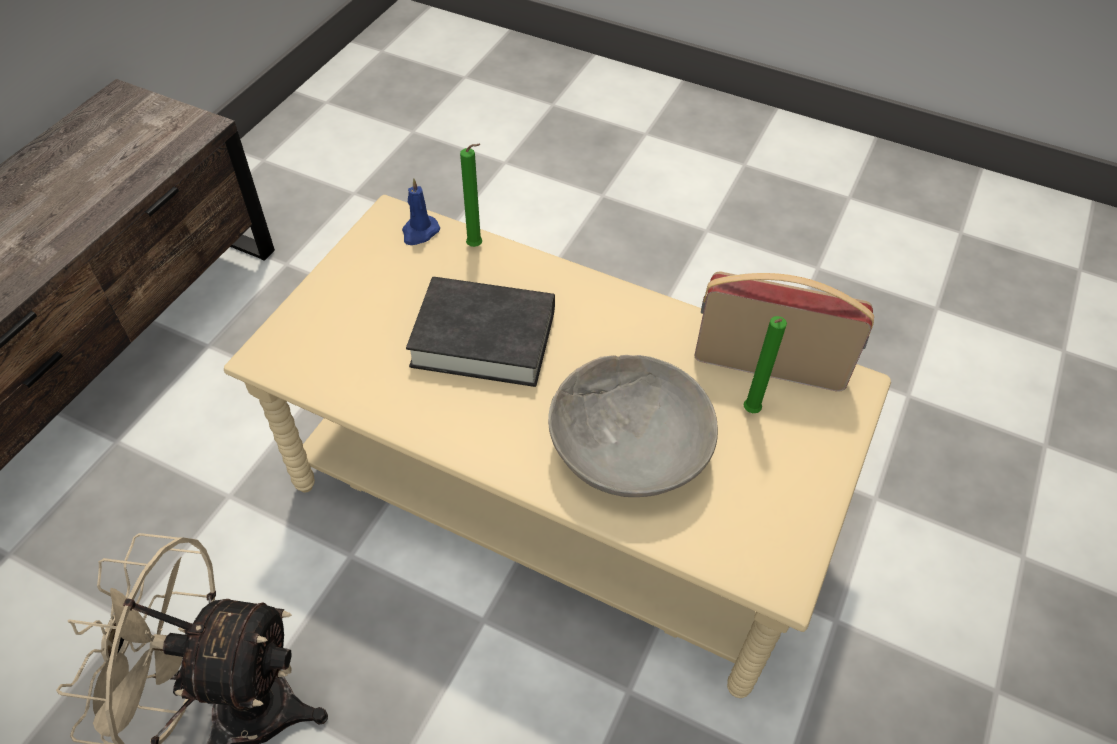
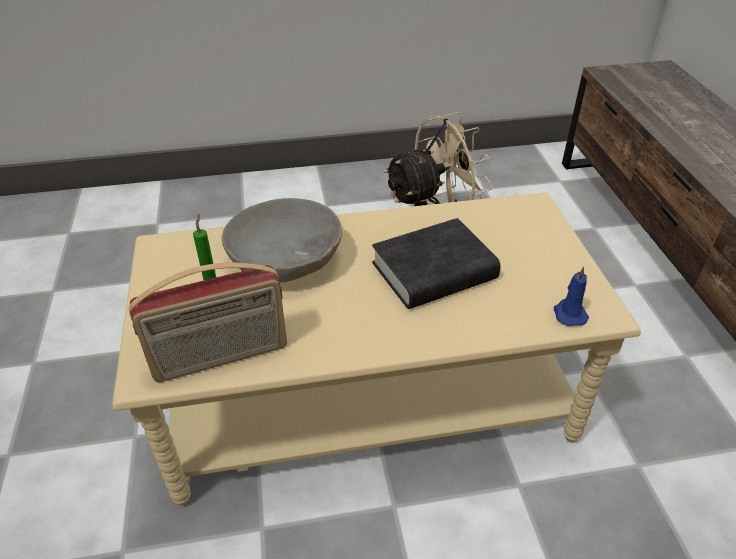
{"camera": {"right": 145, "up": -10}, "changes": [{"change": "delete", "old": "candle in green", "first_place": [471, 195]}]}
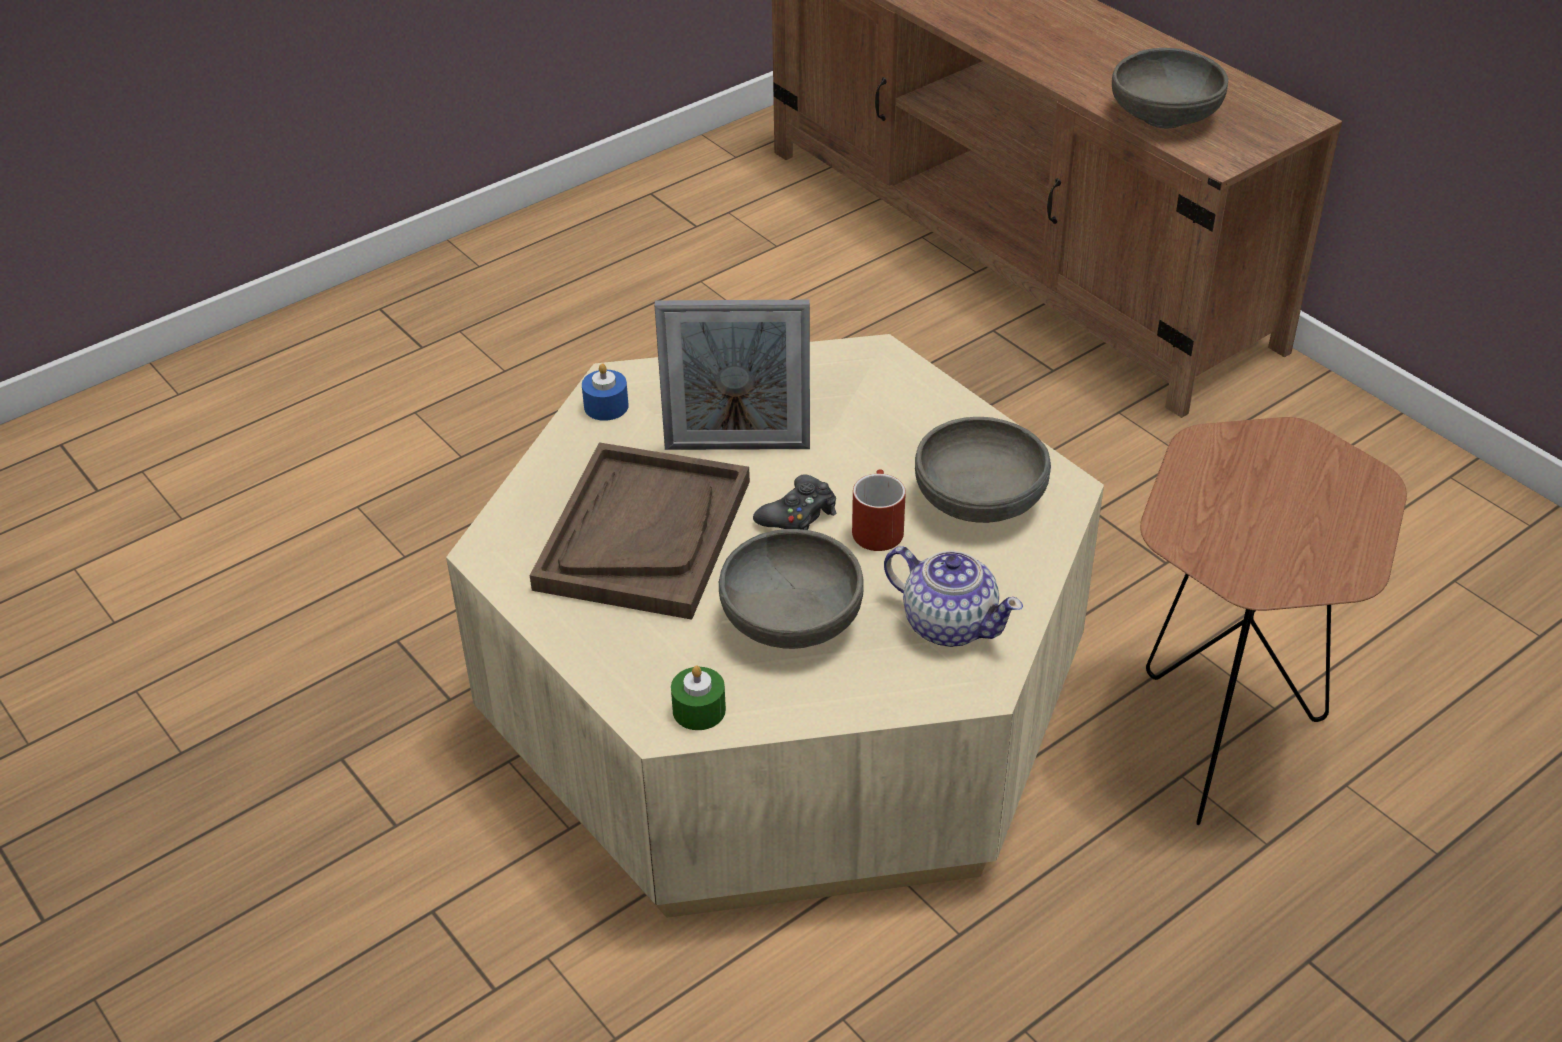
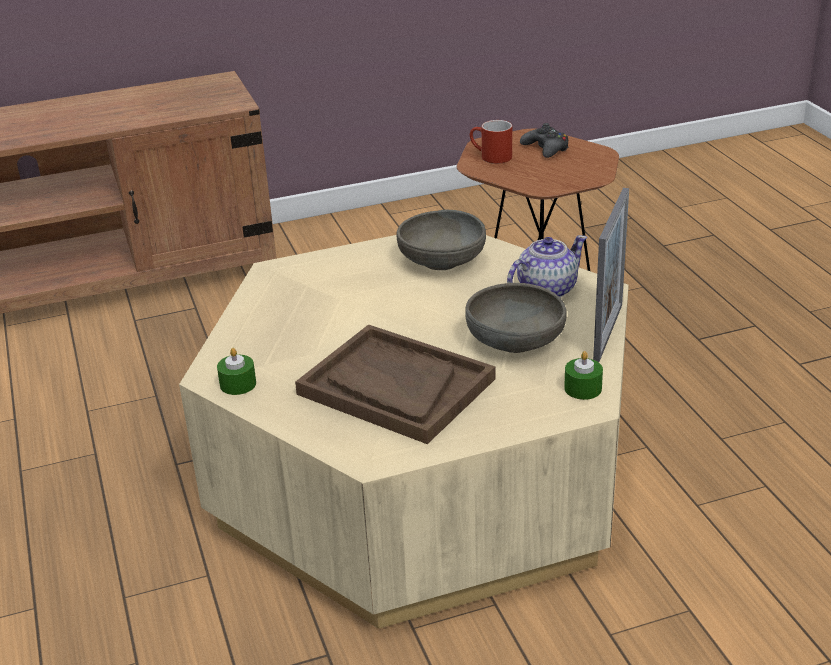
{"camera": {"right": -70, "up": -10}, "changes": [{"change": "recolor", "old": "candle in blue", "new": "candle in green", "first_place": [605, 392], "second_place": [236, 371]}, {"change": "move", "old": "picture frame", "first_place": [732, 375], "second_place": [611, 275]}, {"change": "move", "old": "game controller in black", "first_place": [794, 502], "second_place": [544, 140]}, {"change": "move", "old": "mug in red", "first_place": [879, 510], "second_place": [491, 142]}, {"change": "delete", "old": "bowl in grey", "first_place": [1170, 88]}]}
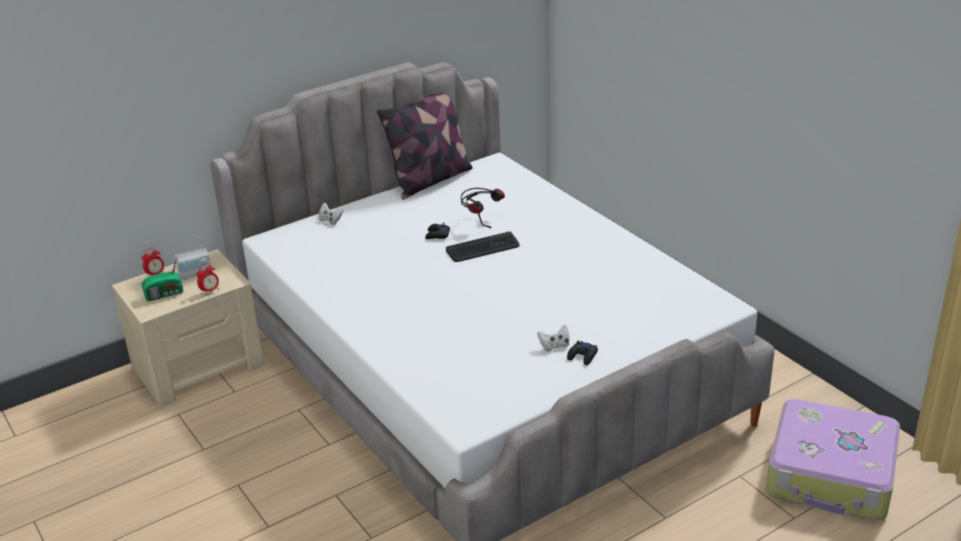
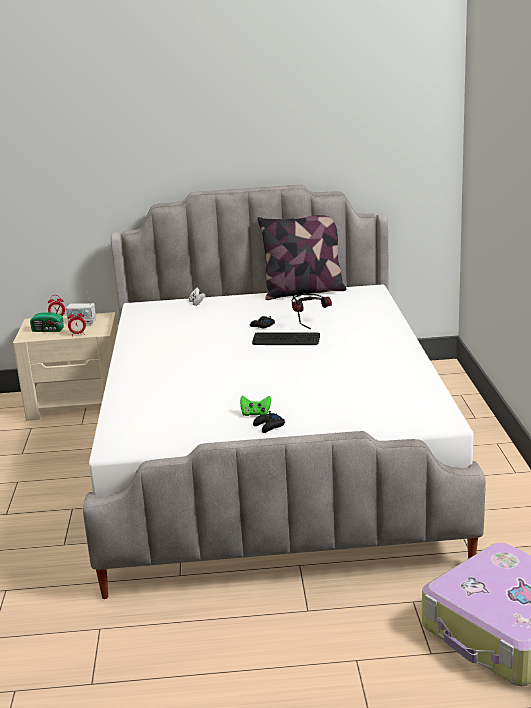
{"camera": {"right": 30, "up": -10}, "changes": [{"change": "recolor", "old": "game controller in white", "new": "game controller in green", "first_place": [553, 338], "second_place": [255, 405]}]}
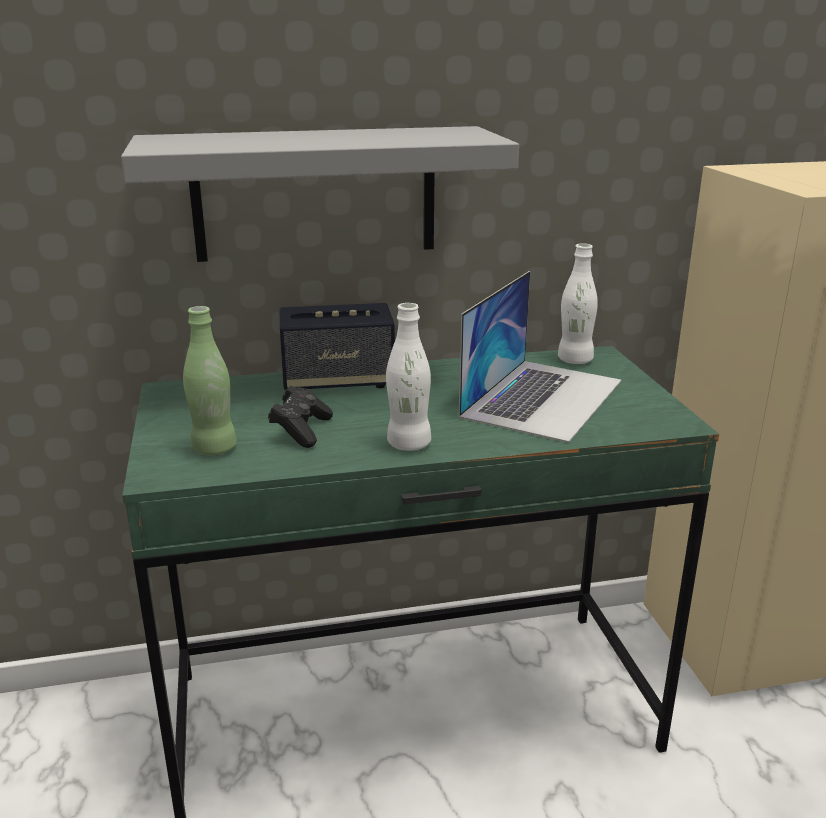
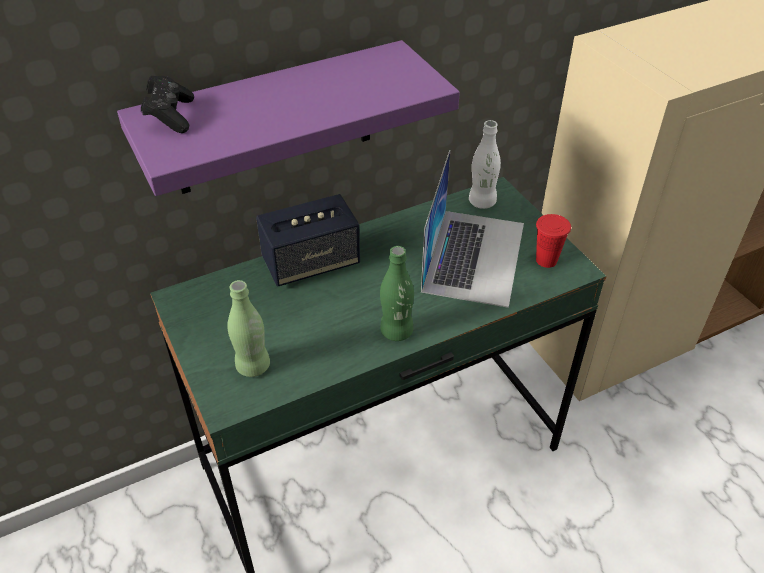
{"camera": {"right": -15, "up": 20}, "changes": [{"change": "recolor", "old": "shelf in grey", "new": "shelf in purple", "first_place": [320, 194], "second_place": [288, 118]}, {"change": "move", "old": "game controller in black", "first_place": [300, 417], "second_place": [167, 104]}, {"change": "recolor", "old": "bottle in white", "new": "bottle in green", "first_place": [408, 377], "second_place": [397, 293]}, {"change": "insert", "new": "cup in red", "second_place": [553, 241]}]}
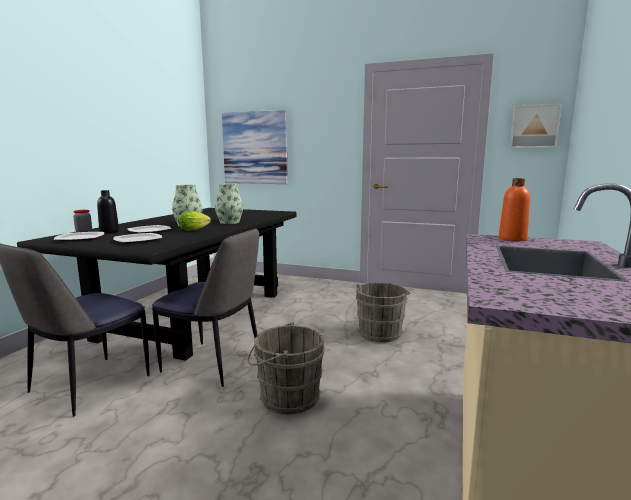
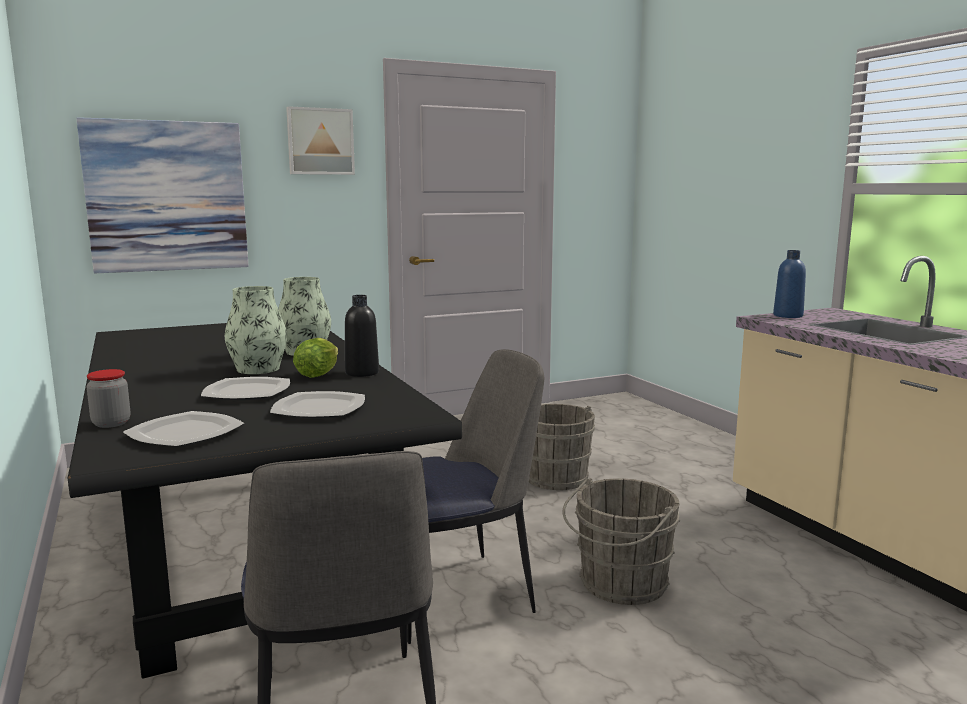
{"camera": {"right": -45, "up": 0}, "changes": [{"change": "move", "old": "bottle in black", "first_place": [108, 212], "second_place": [362, 336]}, {"change": "recolor", "old": "bottle in orange", "new": "bottle in blue", "first_place": [514, 209], "second_place": [789, 284]}, {"change": "move", "old": "picture", "first_place": [536, 125], "second_place": [320, 140]}]}
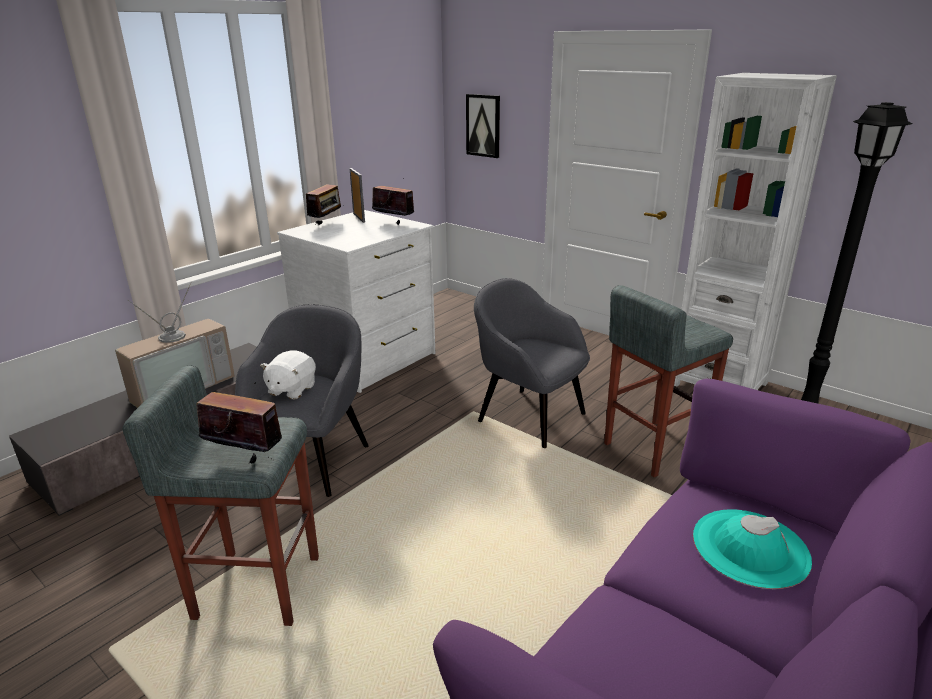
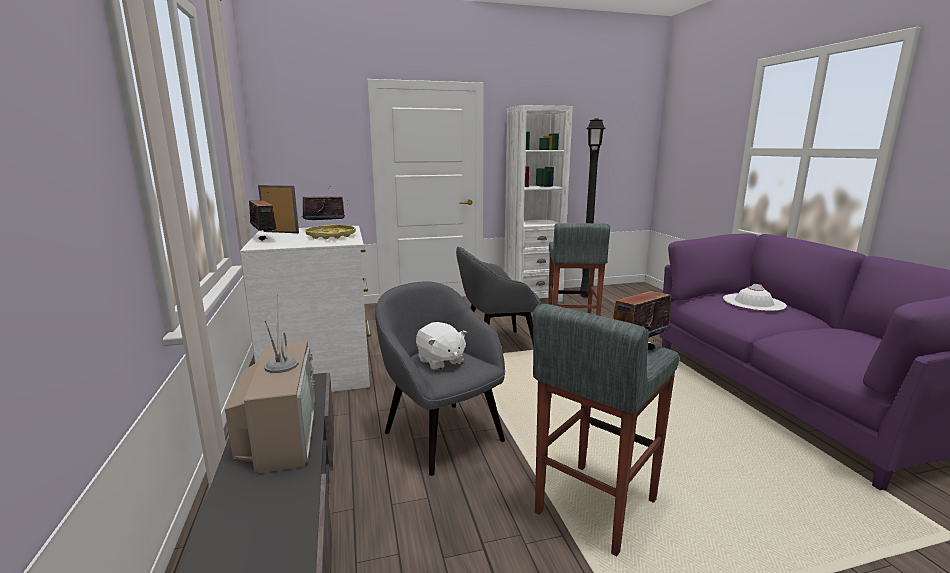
{"camera": {"right": -55, "up": -10}, "changes": [{"change": "delete", "old": "picture", "first_place": [483, 126]}, {"change": "recolor", "old": "hat in turquoise", "new": "hat in white", "first_place": [752, 549], "second_place": [755, 297]}, {"change": "insert", "new": "tray in yellow", "second_place": [331, 232]}]}
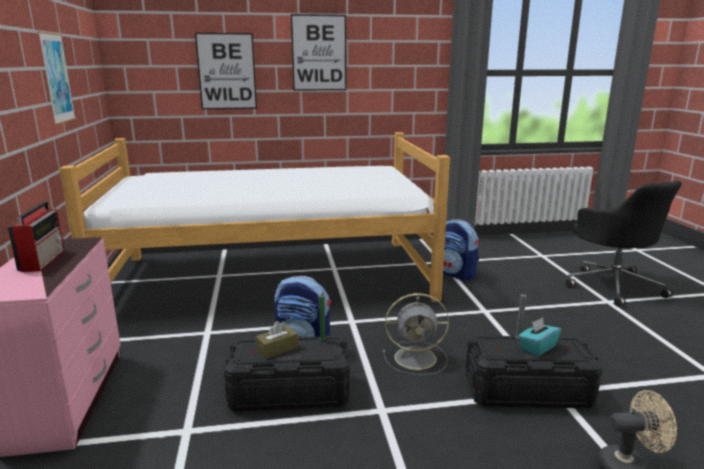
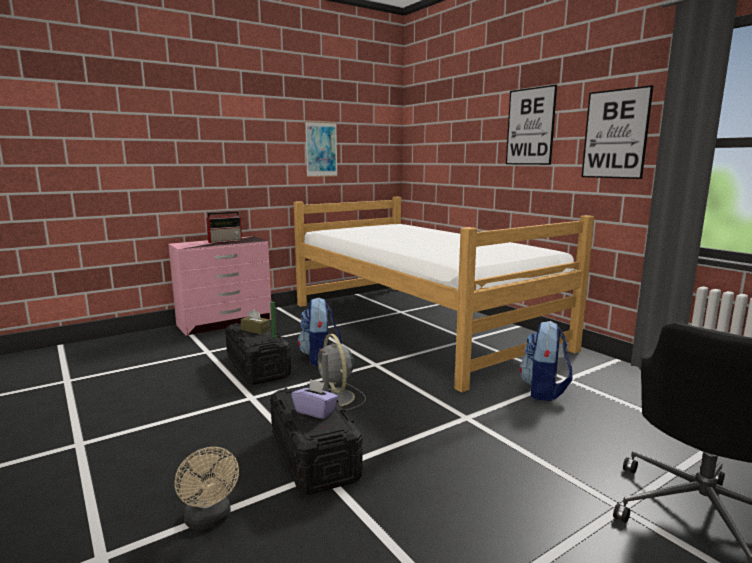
{"camera": {"right": 65, "up": -5}, "changes": [{"change": "move", "old": "picture", "first_place": [226, 71], "second_place": [617, 132]}, {"change": "recolor", "old": "tissue box in turquoise", "new": "tissue box in purple", "first_place": [539, 337], "second_place": [314, 399]}]}
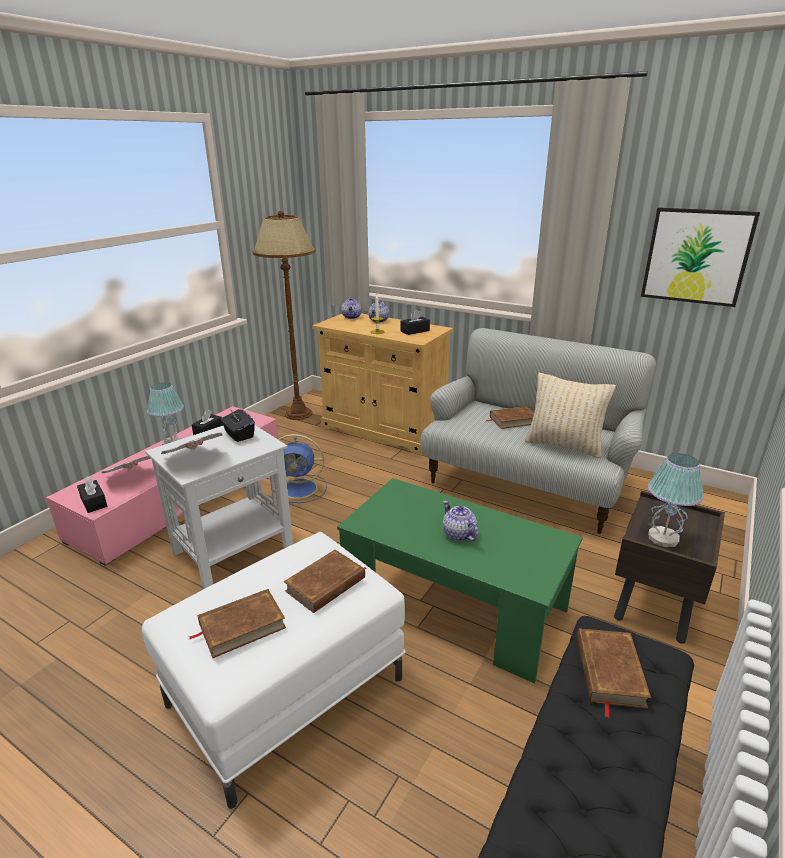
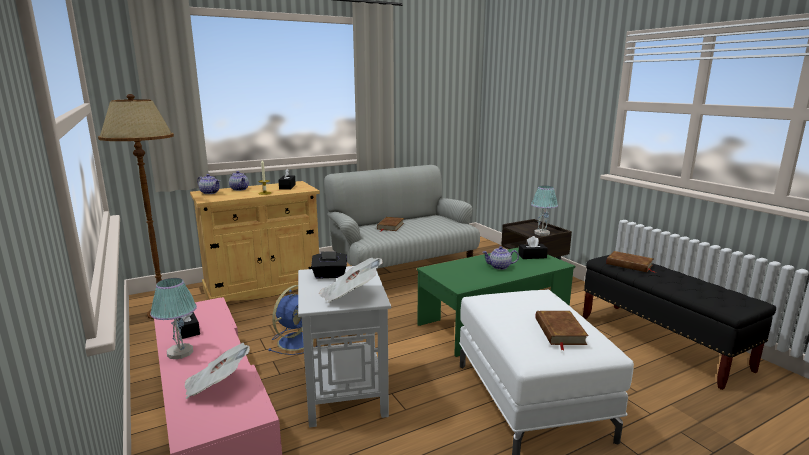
{"camera": {"right": -60, "up": -10}, "changes": [{"change": "move", "old": "tissue box in black", "first_place": [92, 495], "second_place": [533, 247]}, {"change": "delete", "old": "book in brown", "first_place": [325, 581]}, {"change": "delete", "old": "pillow in beige", "first_place": [570, 415]}, {"change": "delete", "old": "picture", "first_place": [700, 257]}]}
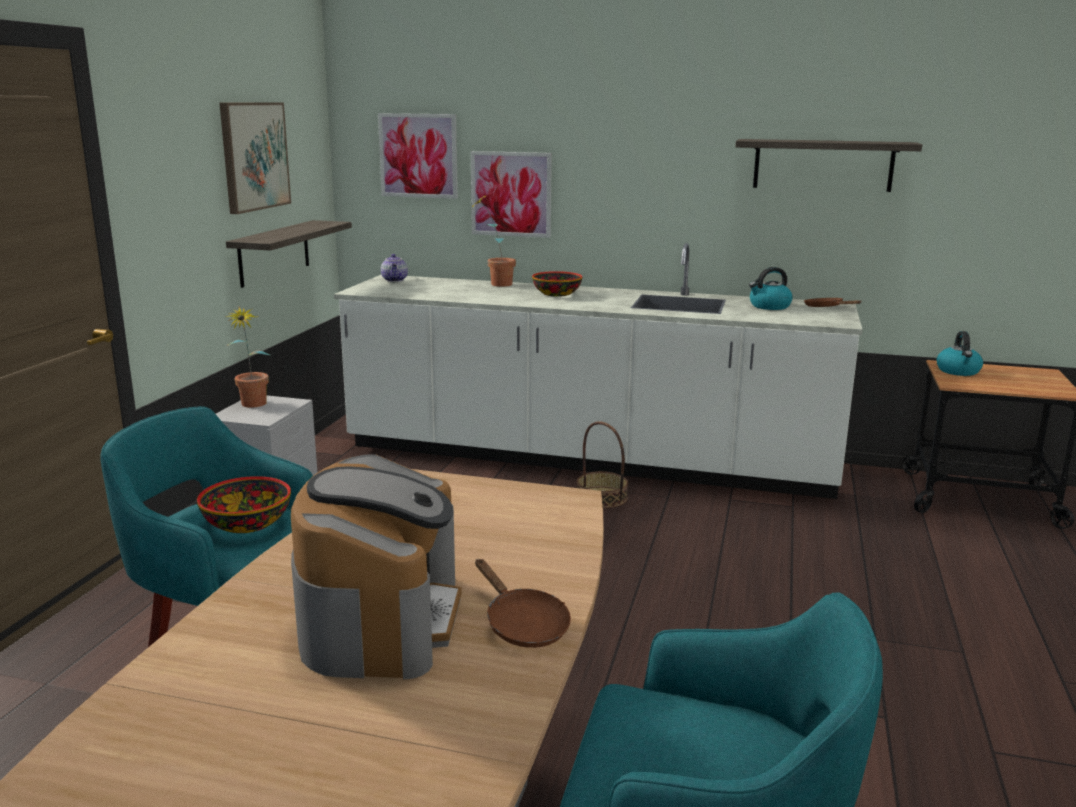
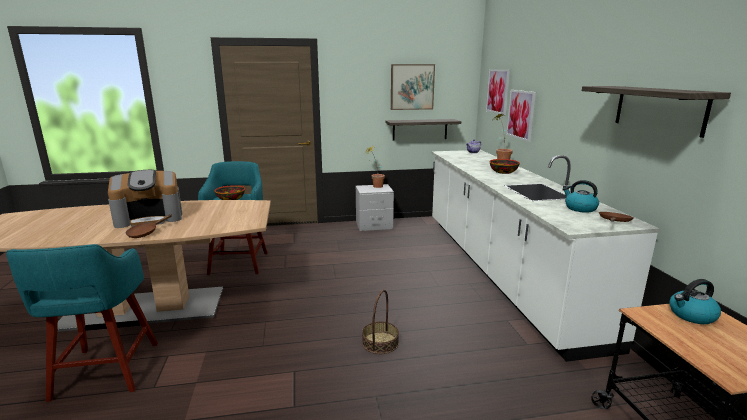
{"camera": {"right": 65, "up": 0}, "changes": [{"change": "move", "old": "basket", "first_place": [602, 464], "second_place": [380, 322]}]}
